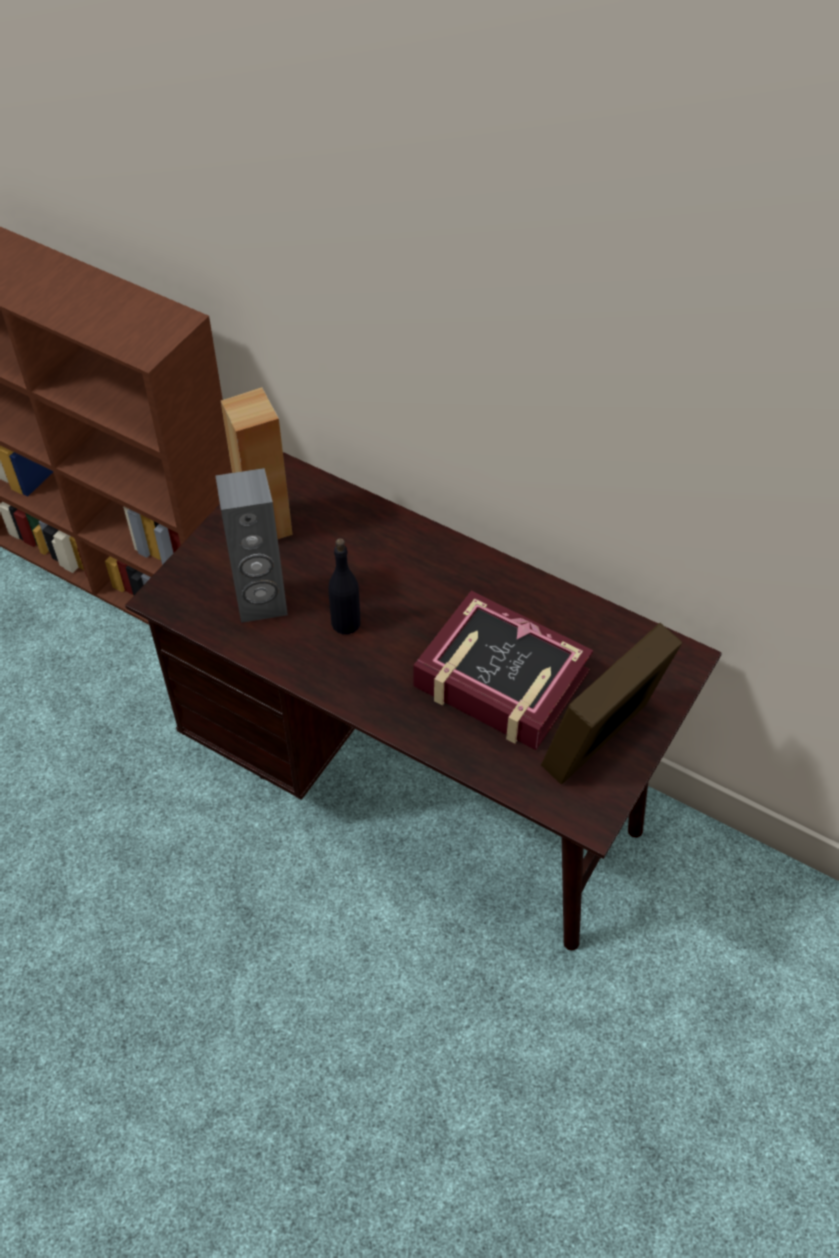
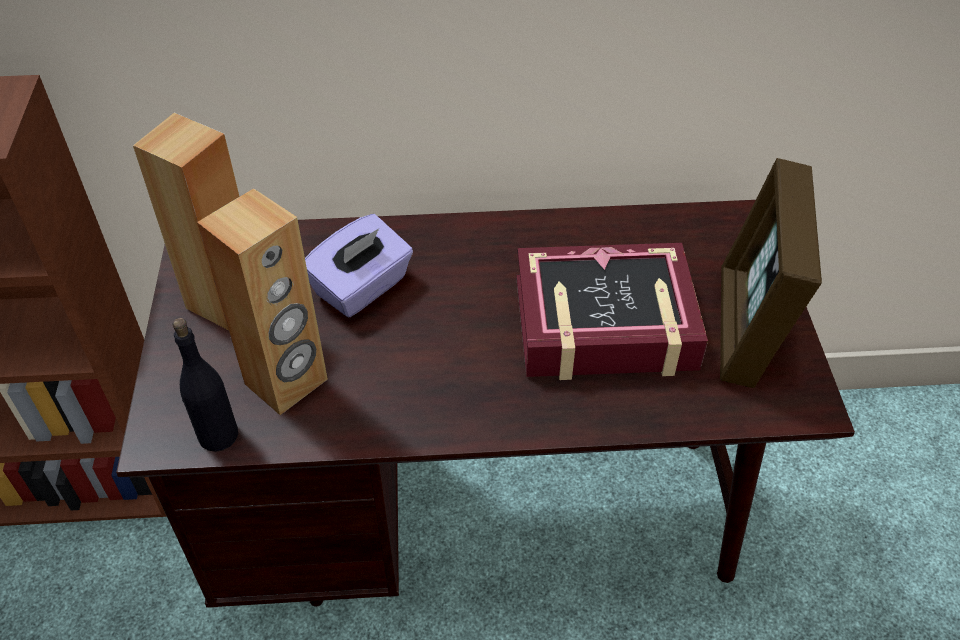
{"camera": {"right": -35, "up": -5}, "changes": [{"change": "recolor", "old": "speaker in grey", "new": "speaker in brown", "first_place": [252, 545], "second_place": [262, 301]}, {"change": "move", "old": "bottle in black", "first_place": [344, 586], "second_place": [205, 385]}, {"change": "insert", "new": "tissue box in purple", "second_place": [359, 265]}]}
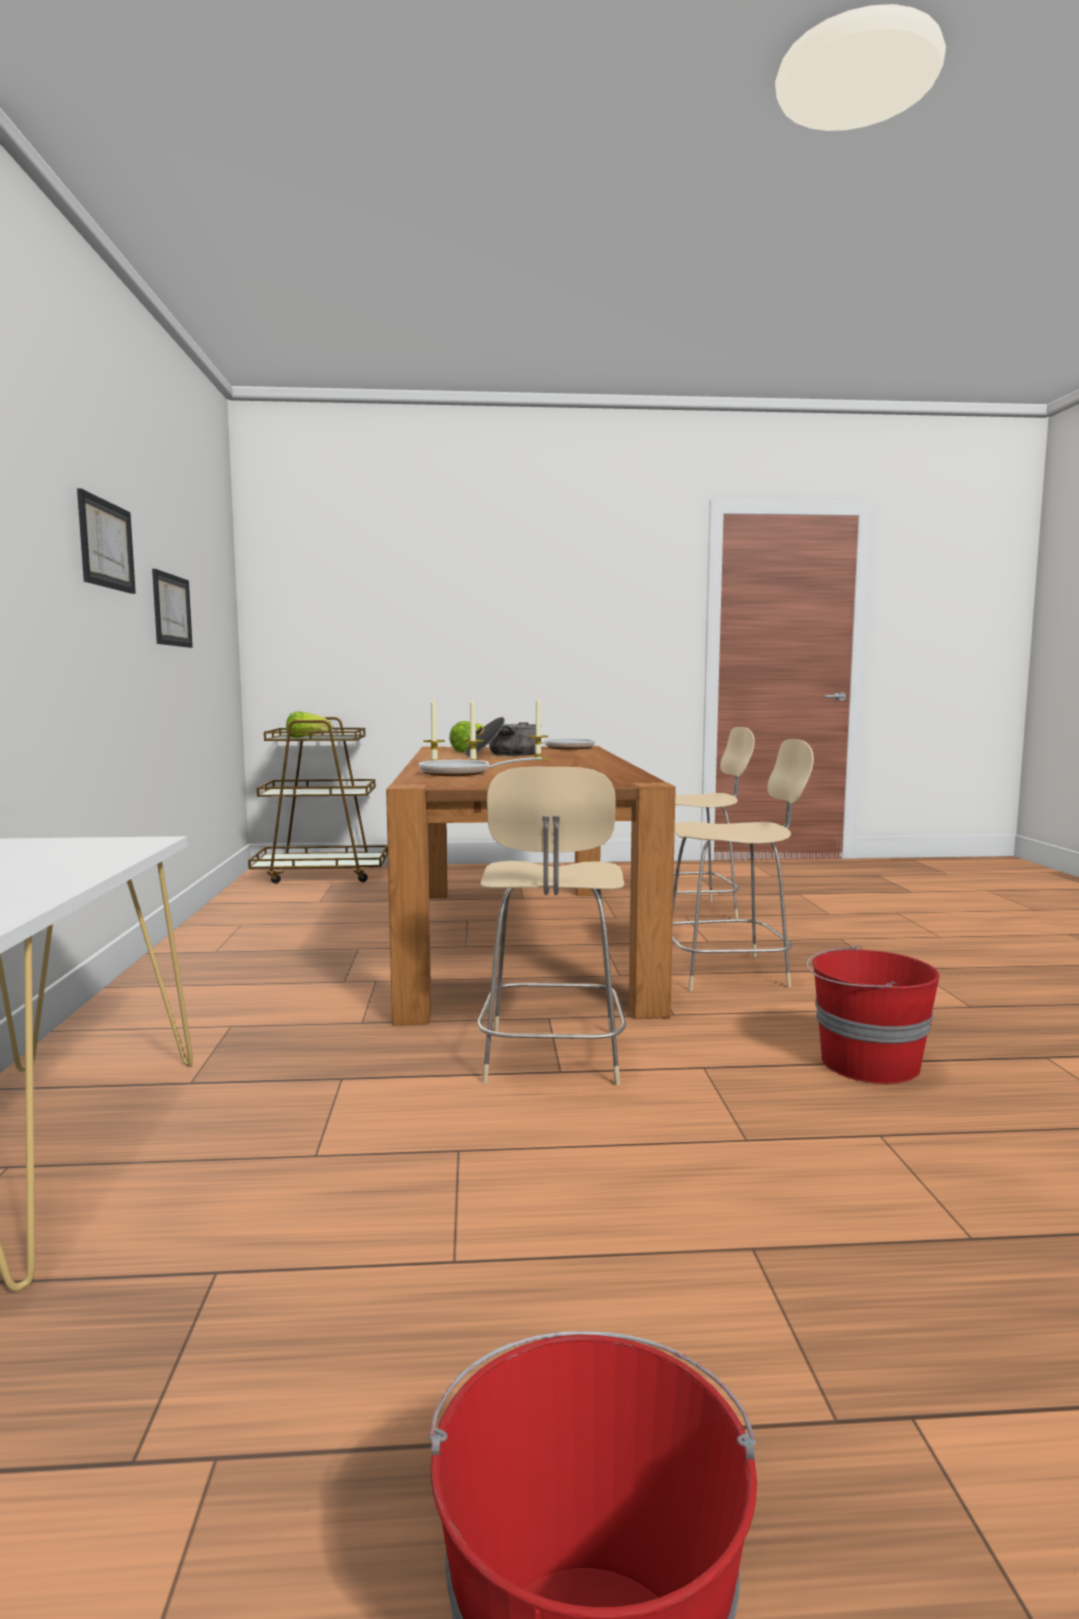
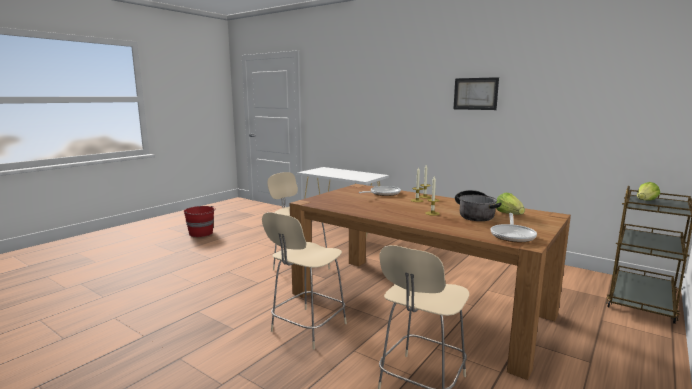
{"camera": {"right": 130, "up": 5}, "changes": [{"change": "delete", "old": "picture", "first_place": [172, 608]}, {"change": "delete", "old": "bucket in red", "first_place": [873, 1015]}]}
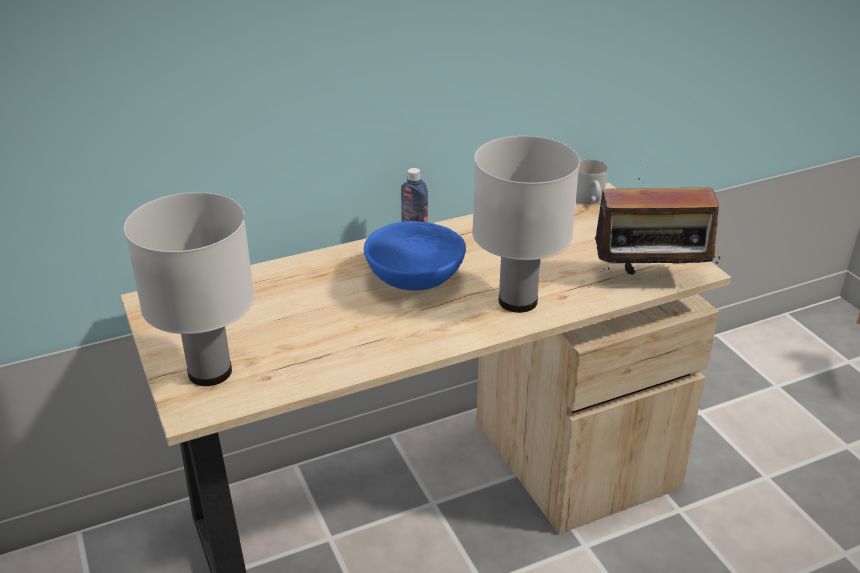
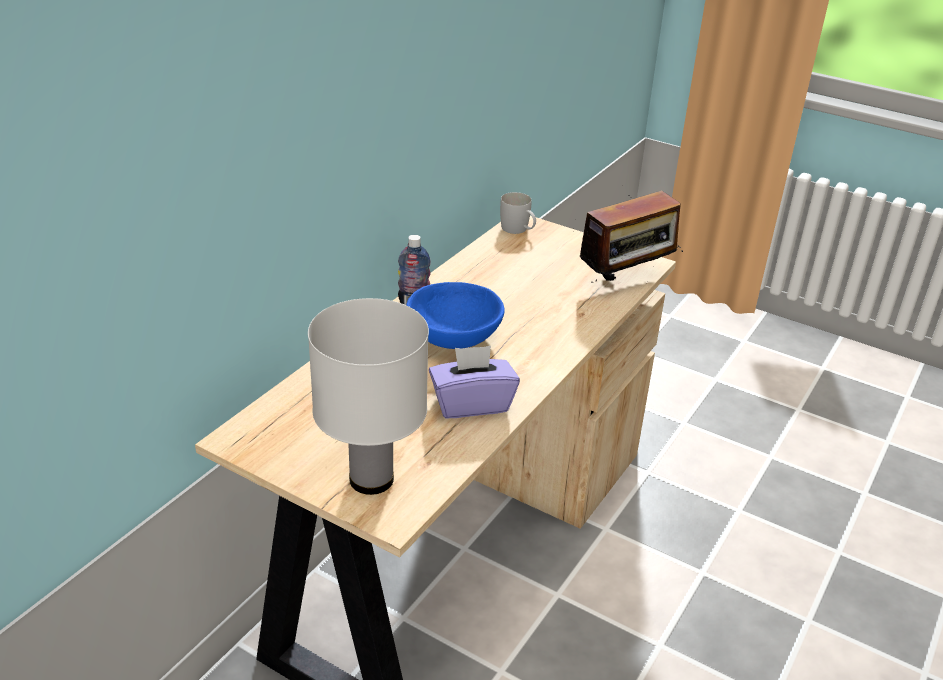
{"camera": {"right": -35, "up": 0}, "changes": [{"change": "delete", "old": "table lamp in white", "first_place": [526, 224]}, {"change": "insert", "new": "tissue box in purple", "second_place": [474, 382]}]}
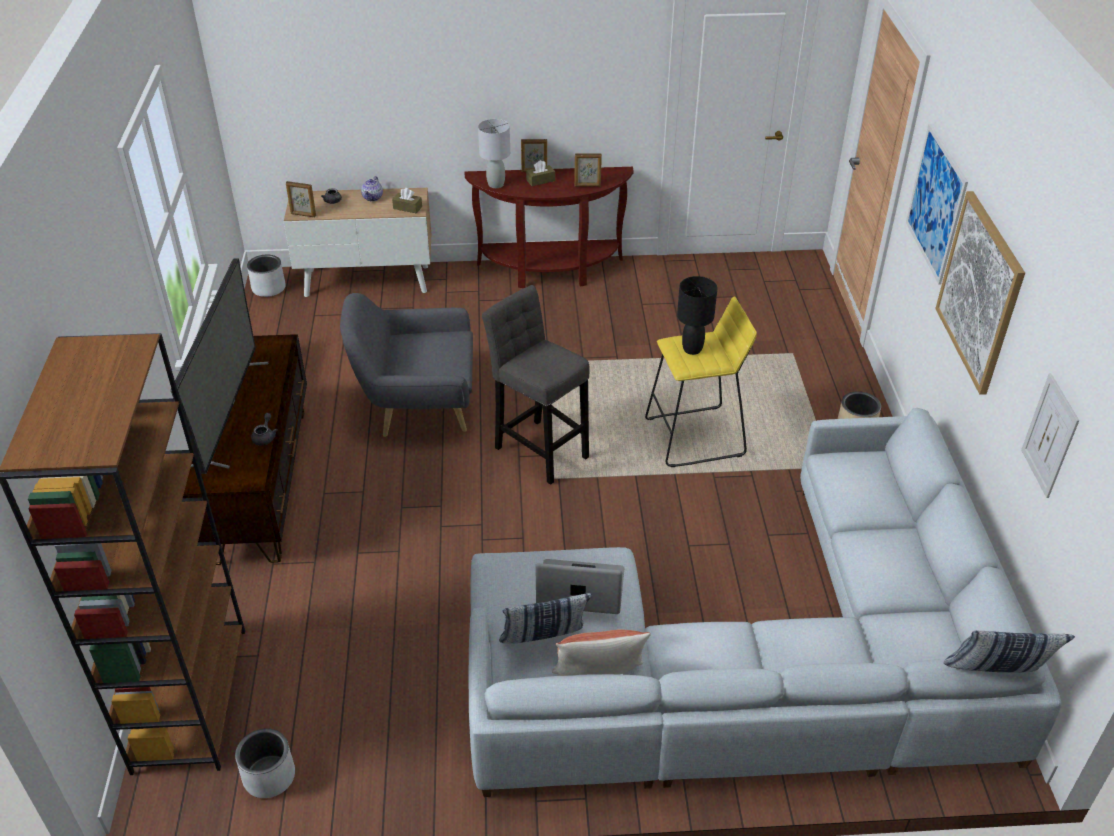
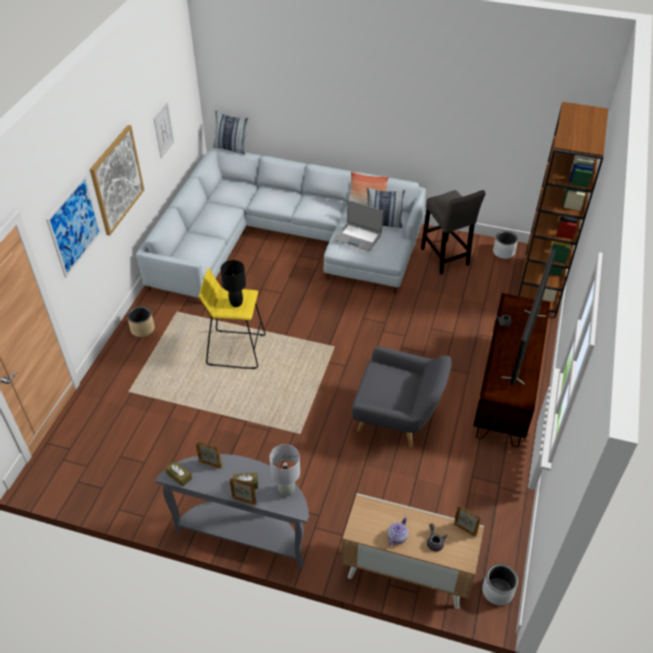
{"camera": {"right": -160, "up": 5}, "changes": [{"change": "move", "old": "tissue box in brown", "first_place": [407, 200], "second_place": [178, 473]}, {"change": "recolor", "old": "console table in brown", "new": "console table in grey", "first_place": [549, 227], "second_place": [232, 511]}, {"change": "move", "old": "stool in grey", "first_place": [536, 385], "second_place": [453, 232]}]}
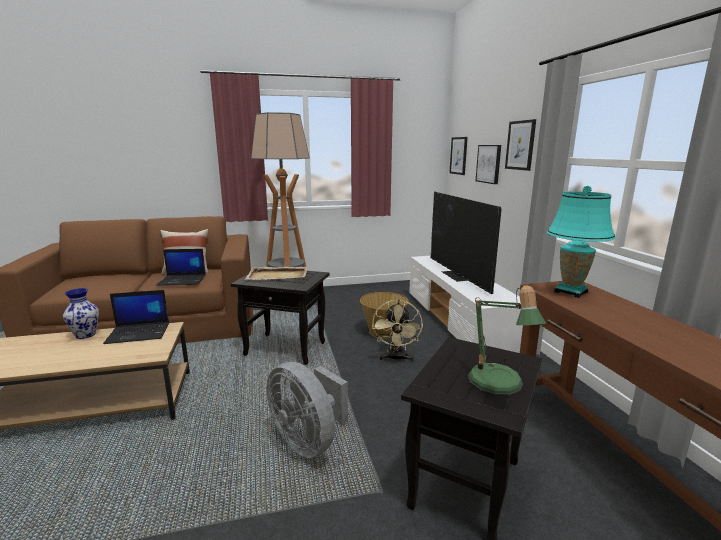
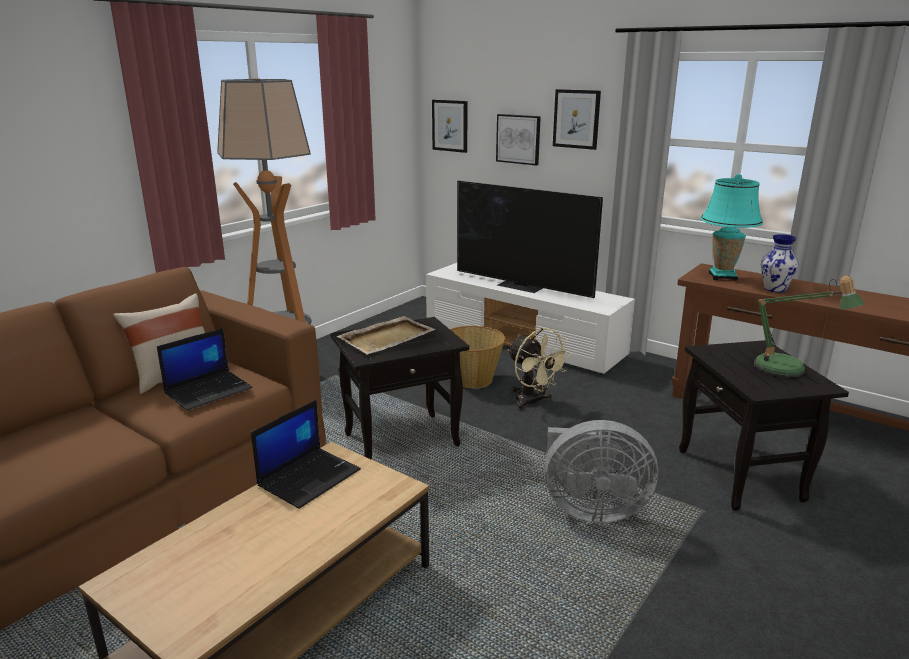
{"camera": {"right": -40, "up": 5}, "changes": [{"change": "move", "old": "vase", "first_place": [81, 313], "second_place": [780, 263]}]}
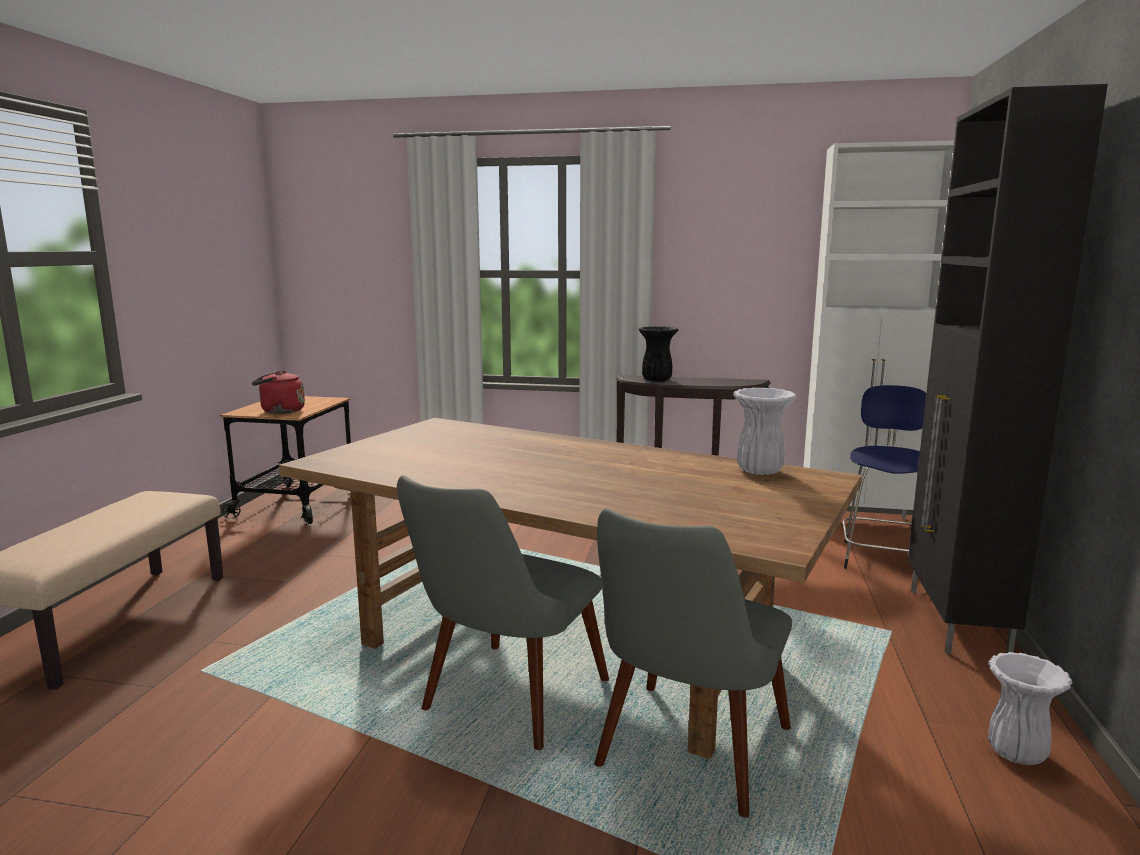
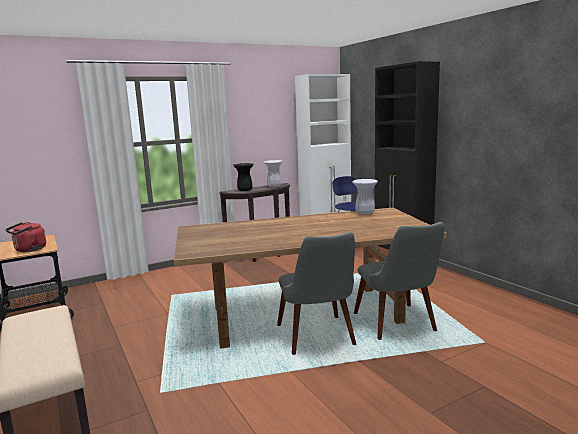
{"camera": {"right": -40, "up": 0}, "changes": [{"change": "move", "old": "vase in white", "first_place": [1030, 708], "second_place": [273, 173]}]}
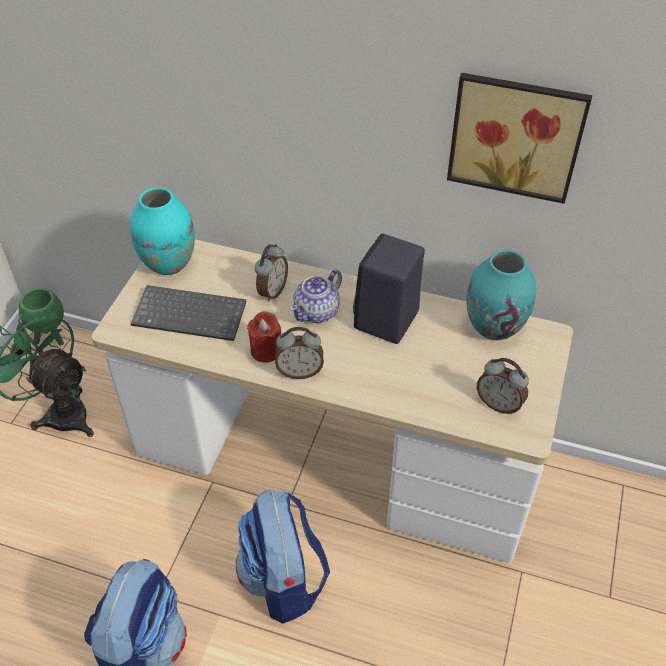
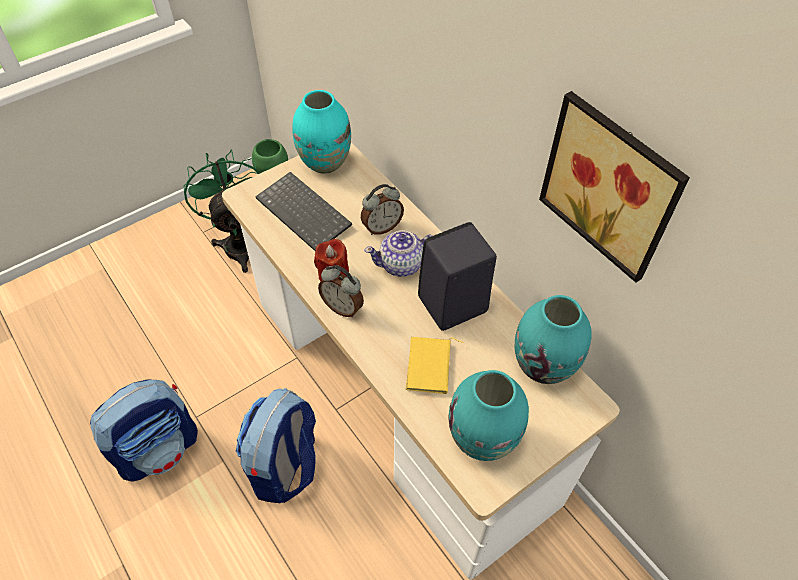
{"camera": {"right": 35, "up": 5}, "changes": [{"change": "replace", "old": "alarm clock", "new": "vase in turquoise", "first_place": [503, 386], "second_place": [488, 415]}, {"change": "insert", "new": "book in yellow", "second_place": [435, 365]}]}
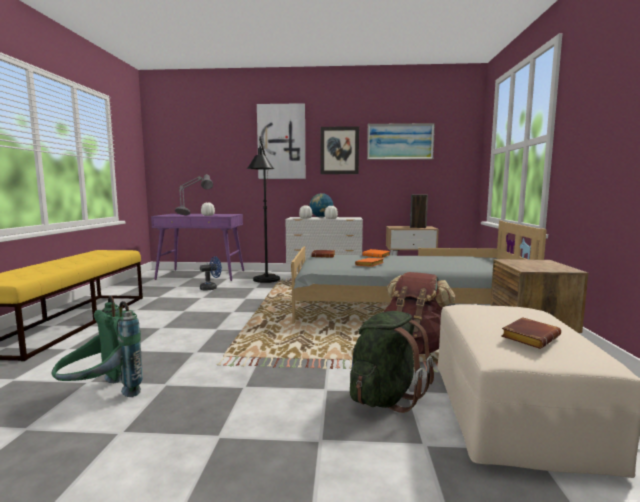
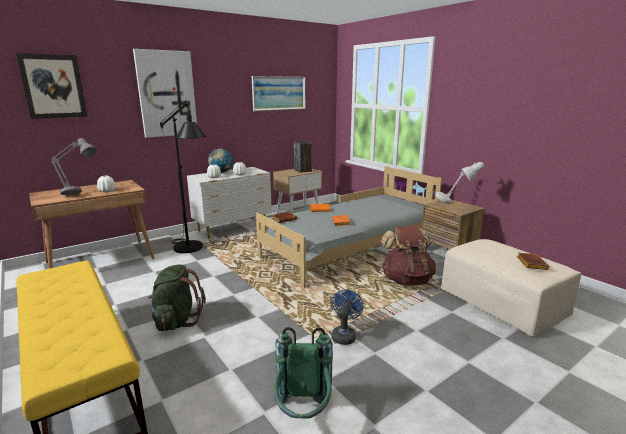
{"camera": {"right": -40, "up": 10}, "changes": [{"change": "recolor", "old": "desk in purple", "new": "desk in brown", "first_place": [197, 247], "second_place": [92, 224]}, {"change": "move", "old": "fan in blue", "first_place": [211, 273], "second_place": [347, 317]}, {"change": "move", "old": "picture", "first_place": [340, 150], "second_place": [51, 86]}, {"change": "move", "old": "backpack in green", "first_place": [392, 362], "second_place": [177, 298]}, {"change": "insert", "new": "table lamp in grey", "second_place": [459, 183]}]}
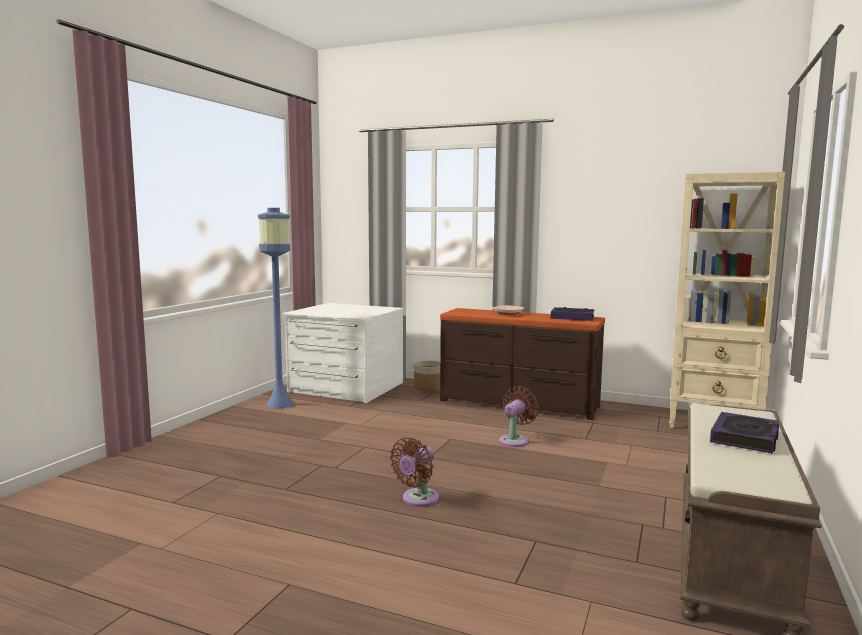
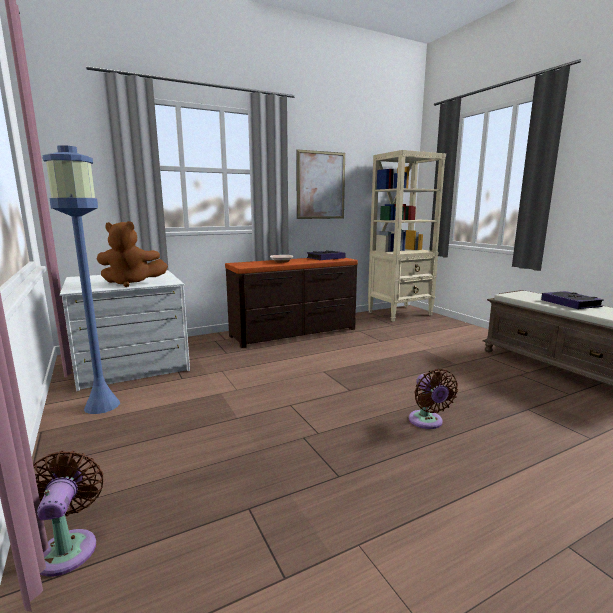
{"camera": {"right": -50, "up": 5}, "changes": [{"change": "delete", "old": "planter", "first_place": [427, 376]}, {"change": "move", "old": "fan in brown", "first_place": [519, 416], "second_place": [68, 514]}, {"change": "insert", "new": "plush toy in brown", "second_place": [132, 254]}, {"change": "insert", "new": "picture", "second_place": [320, 184]}]}
